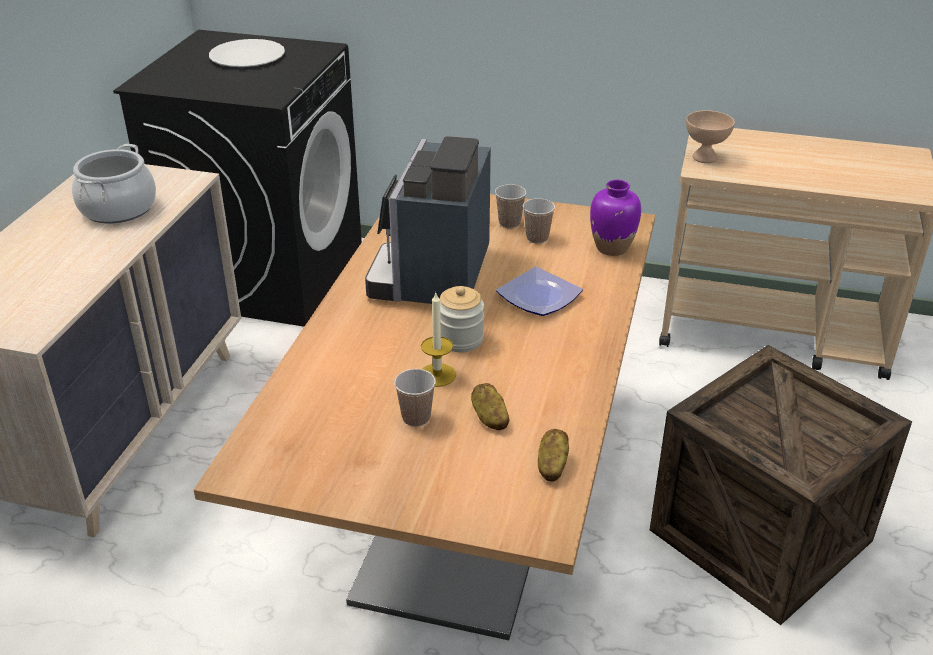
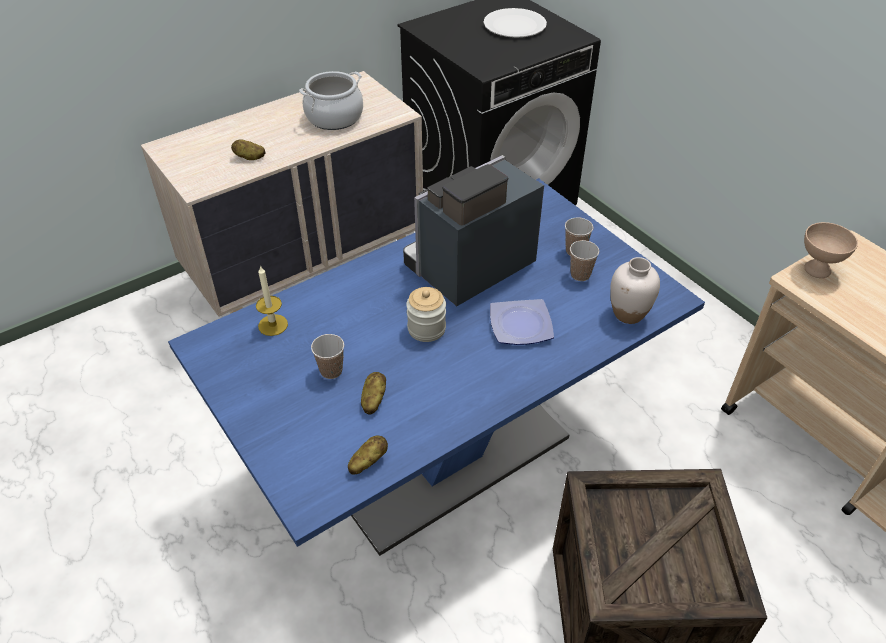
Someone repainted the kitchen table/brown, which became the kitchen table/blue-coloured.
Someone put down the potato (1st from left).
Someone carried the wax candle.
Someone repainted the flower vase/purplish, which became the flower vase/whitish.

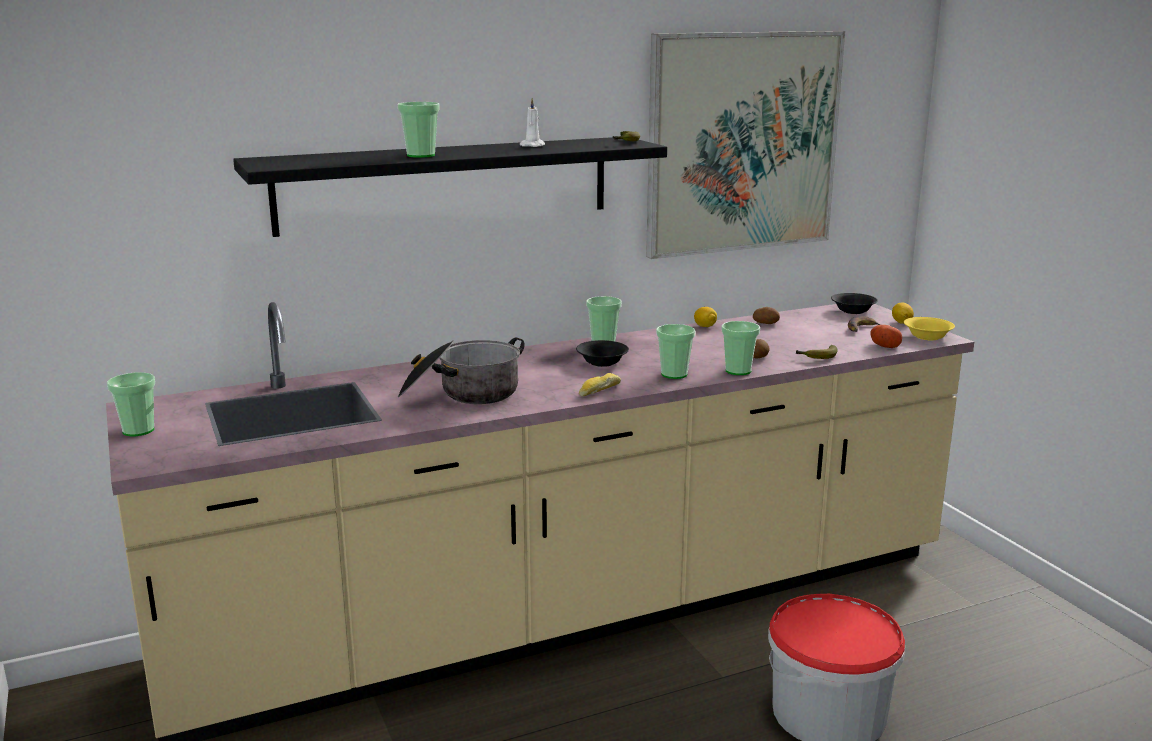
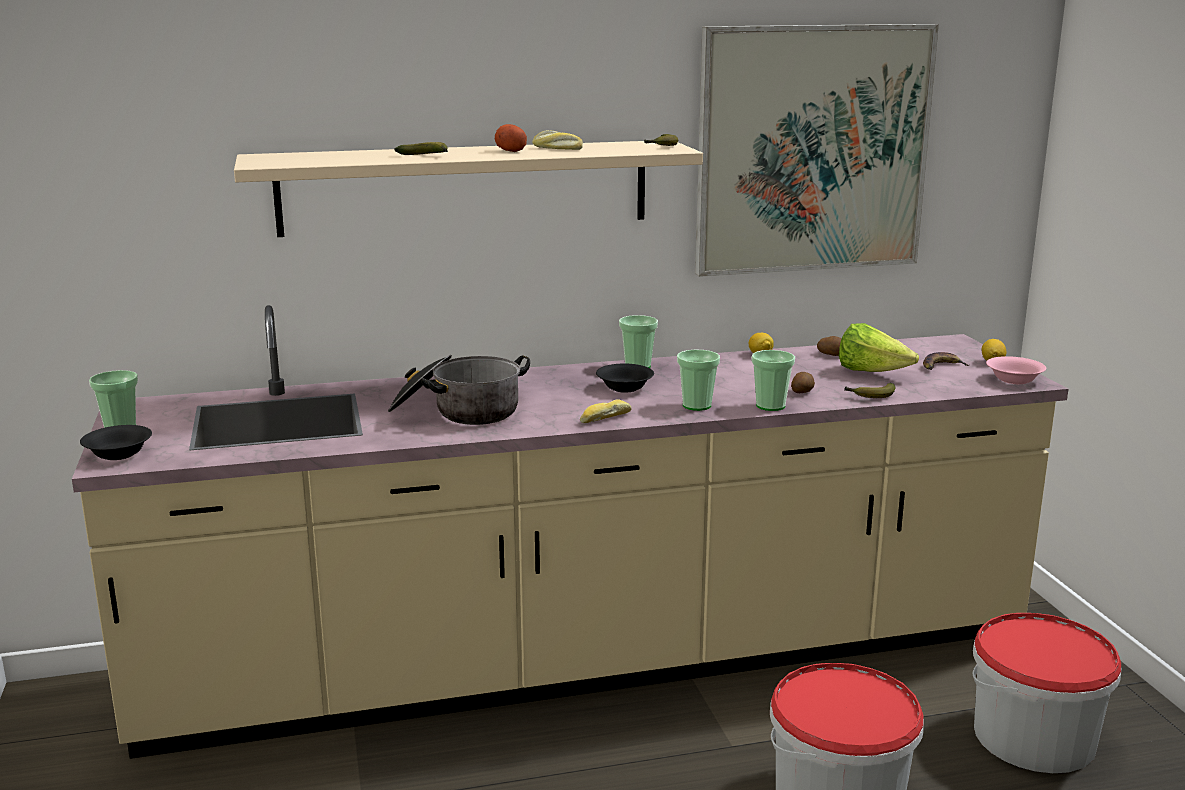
Someone carried the serving bowl/blackish (2nd from left in the first image).
Someone repainted the wall shelf/blackish, which became the wall shelf/beige-coloured.
Someone swapped the small cup (2nd from left) for the banana fruit (1st from left).
Someone carried the potato (3rd from left in the first image).
Someone swapped the wax candle/whitish for the baked bread (1st from left).
Someone put down the lettuce head.
Someone put down the bucket (2nd from left).
Someone repainted the serving bowl/yellow, which became the serving bowl/pink-coloured.

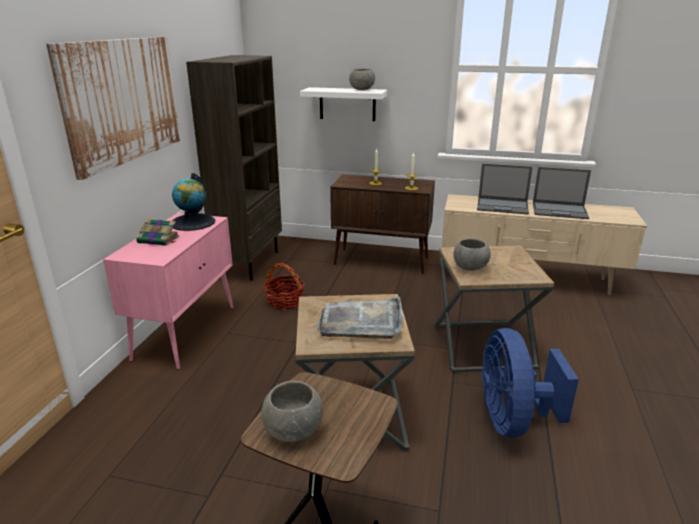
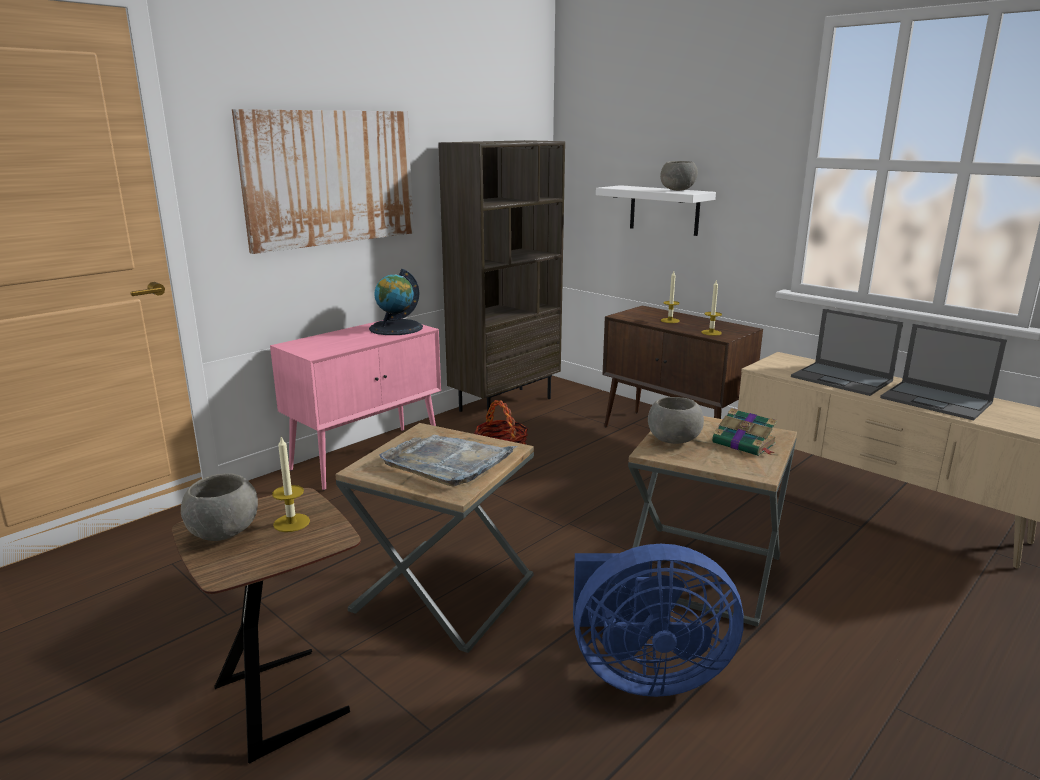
Someone put down the wax candle (1st from left).
Someone rotated the cooling fan/blue-coloured by 120 degrees counterclockwise.
Someone carried the volume.

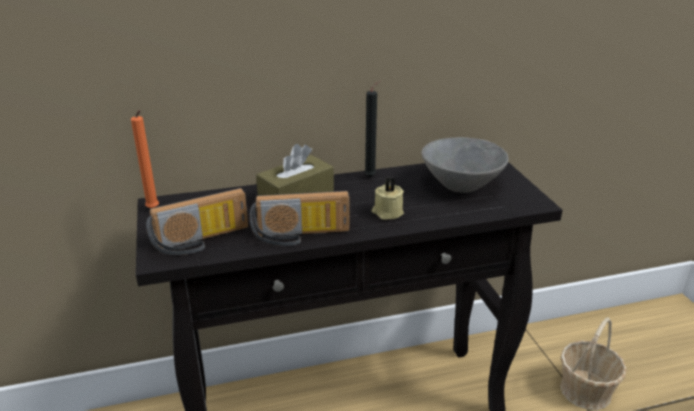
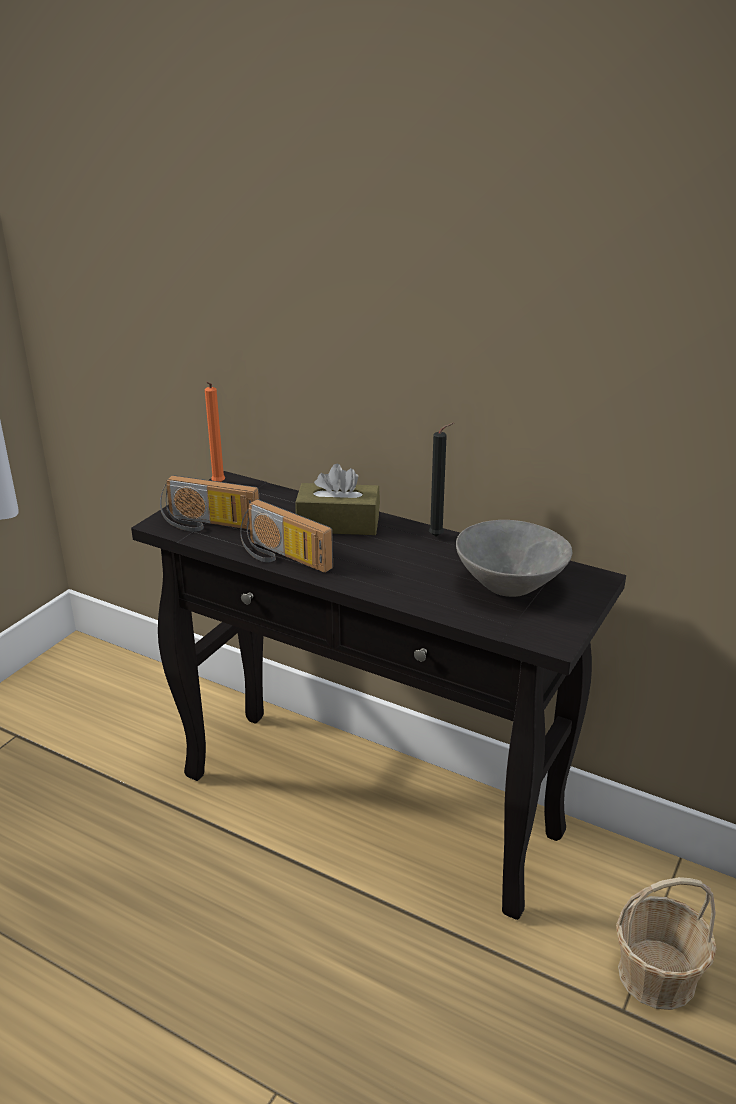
Someone took away the wax candle/beige-coloured.

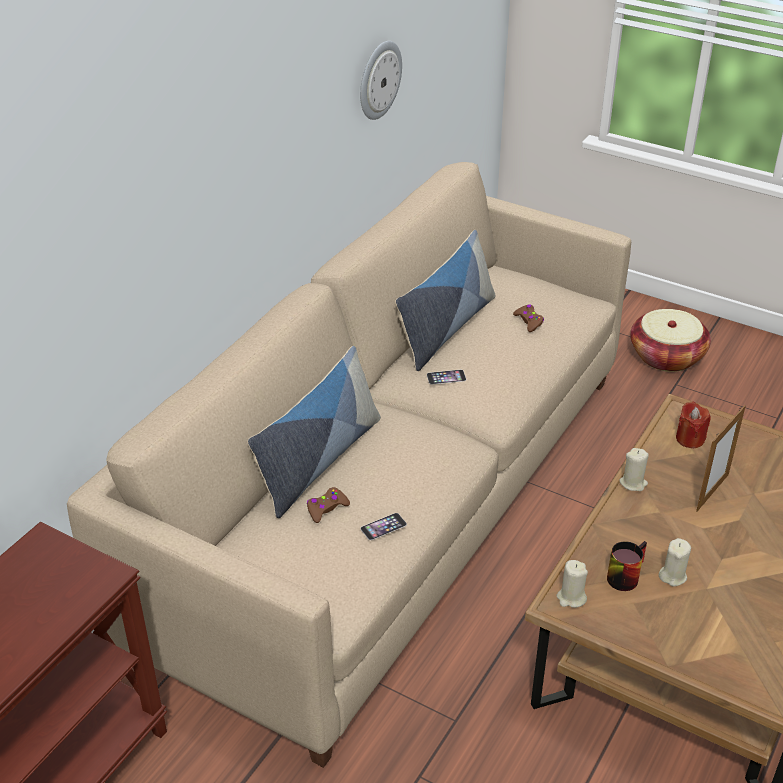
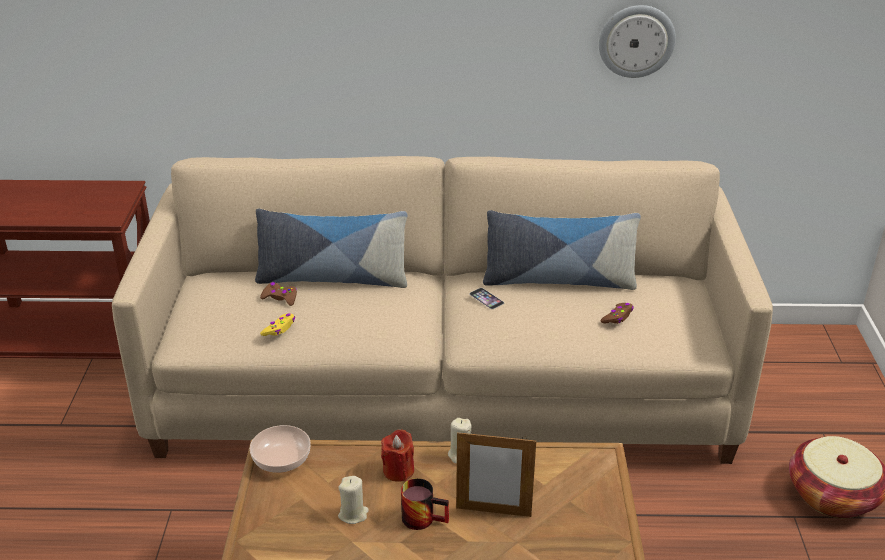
Someone swapped the wax candle/beige-coloured (1st from left) for the serving bowl.
Someone swapped the handset (1st from left) for the game controller/yellow.
Someone carried the wax candle/reddish.
Someone carried the tea mug.

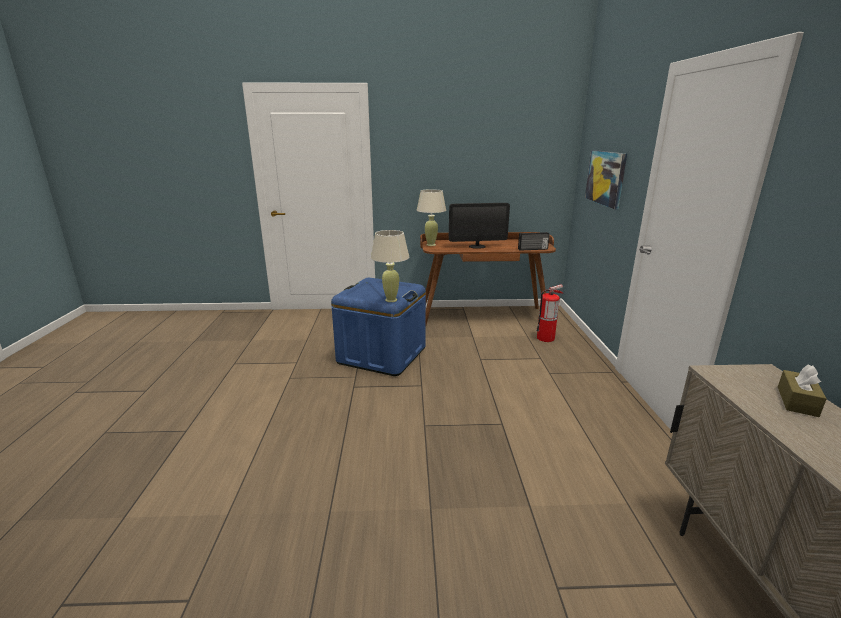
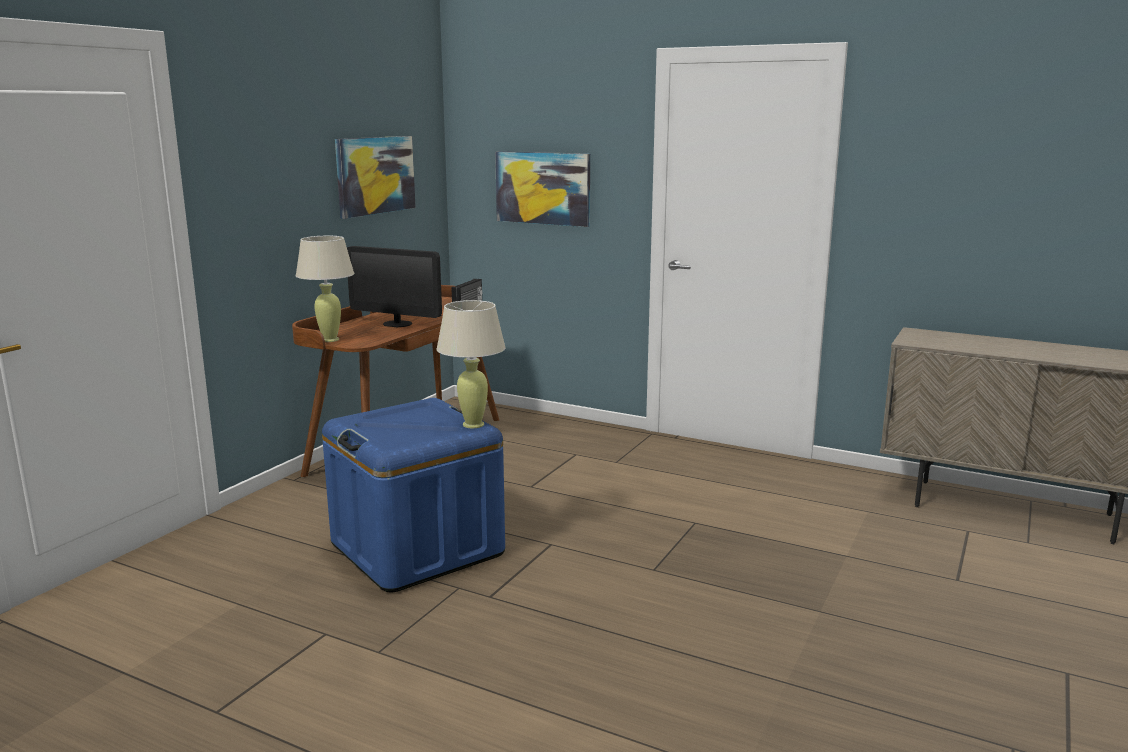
Someone put up the wall art (1st from left).
Someone rotated the monitor by 90 degrees clockwise.
Someone took away the fire extinguisher.
Someone took away the box of tissues/brown.

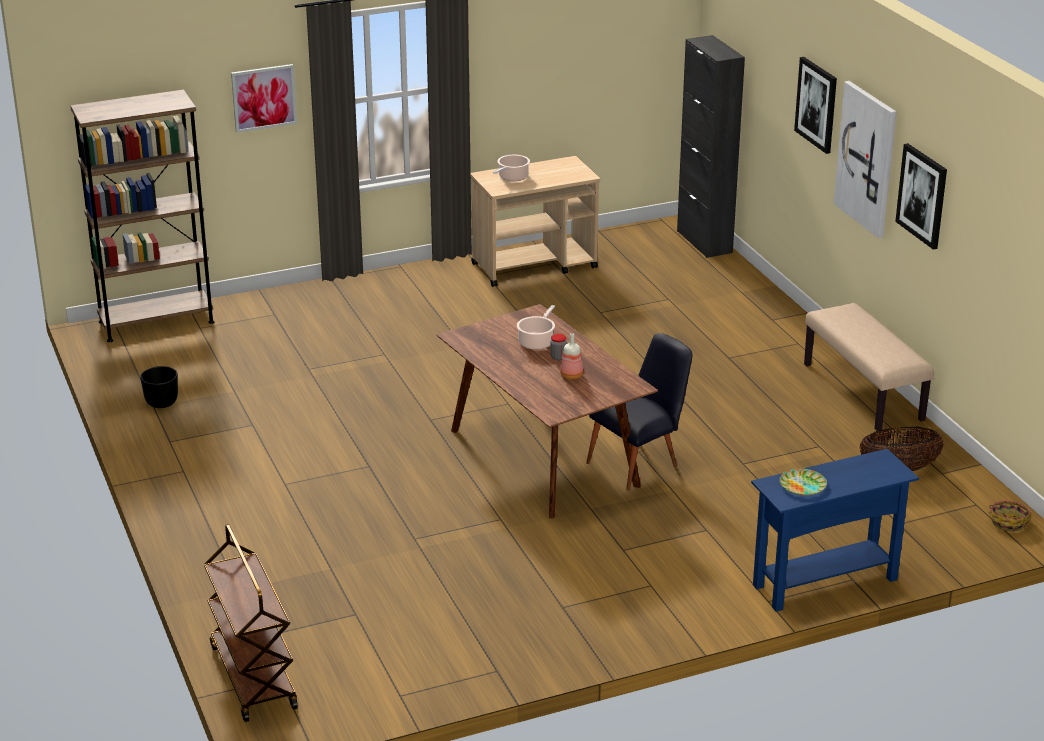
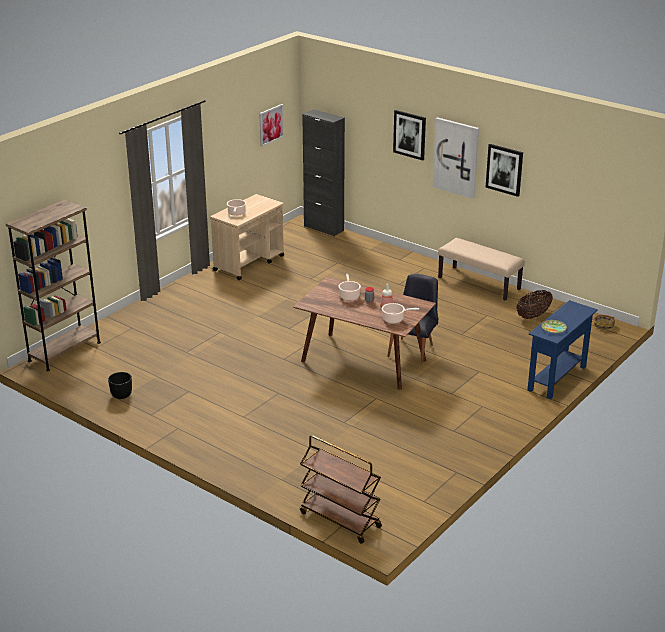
Someone carried the wall art (1st from left).
Someone put down the stockpot (3rd from left).

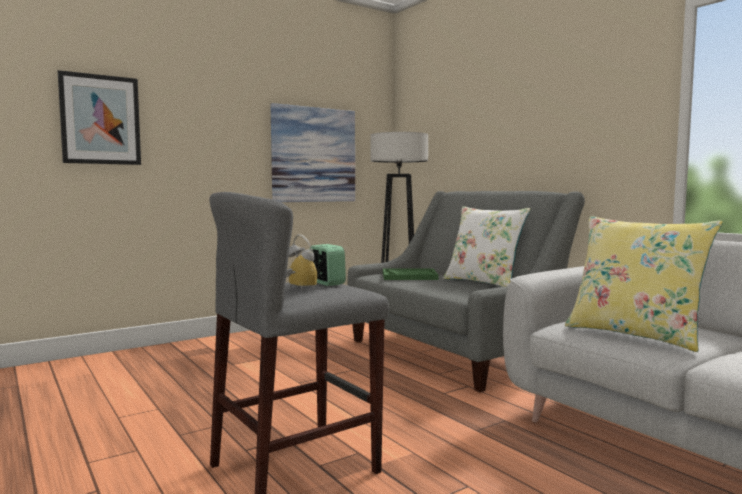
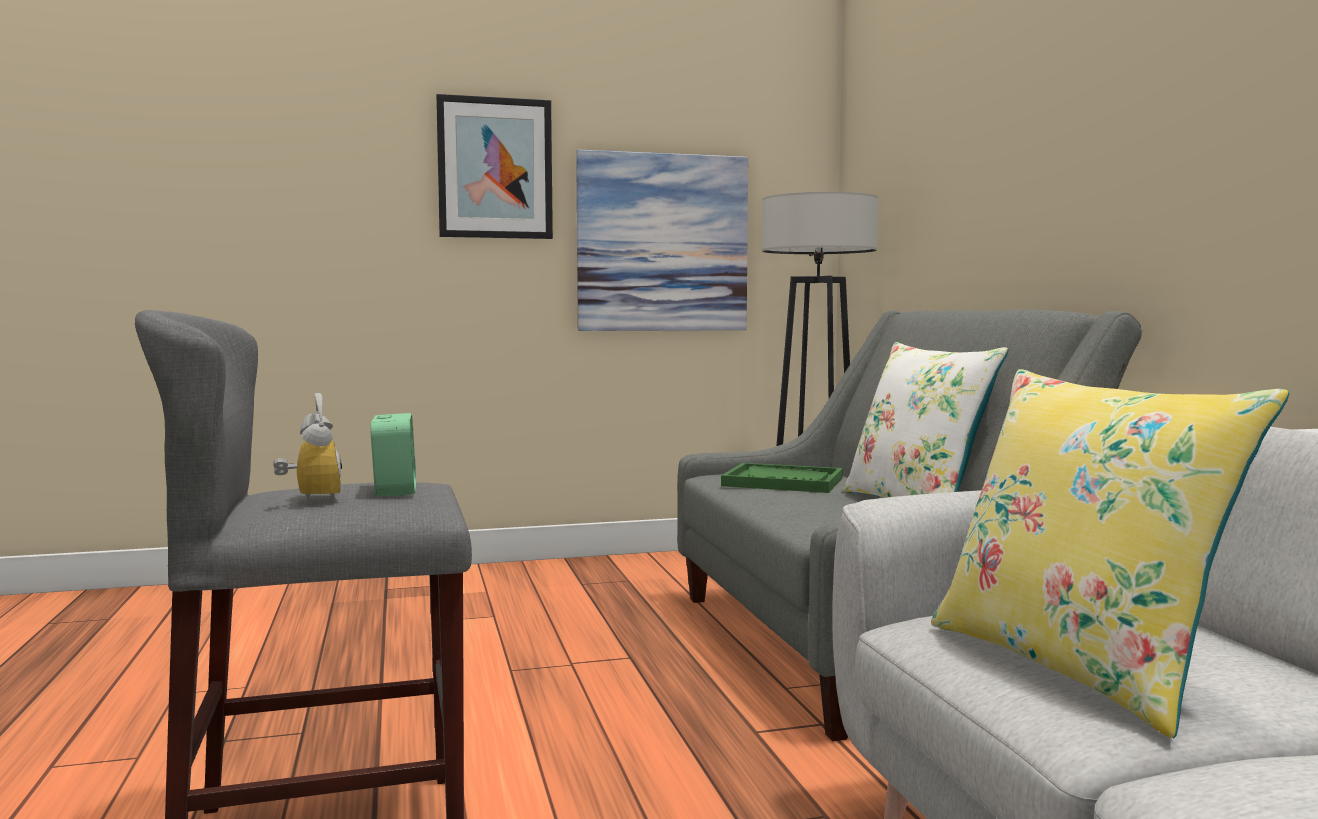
Someone carried the wall art (1st from left).

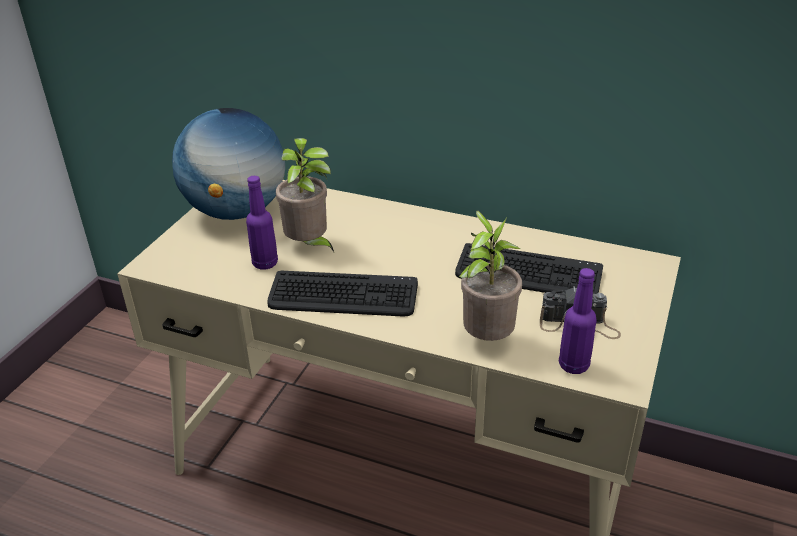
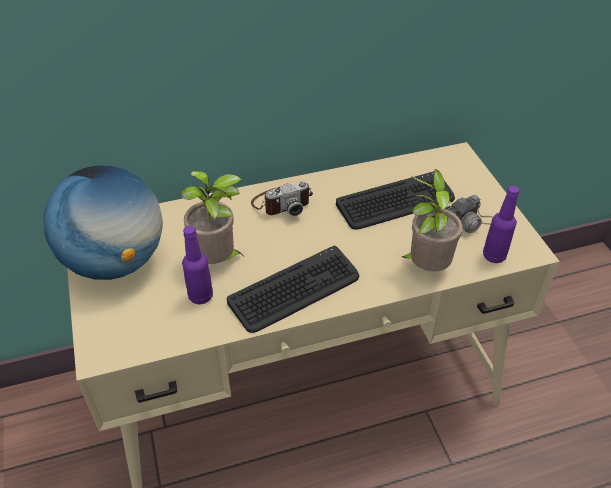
Someone put down the photo camera (1st from left).

